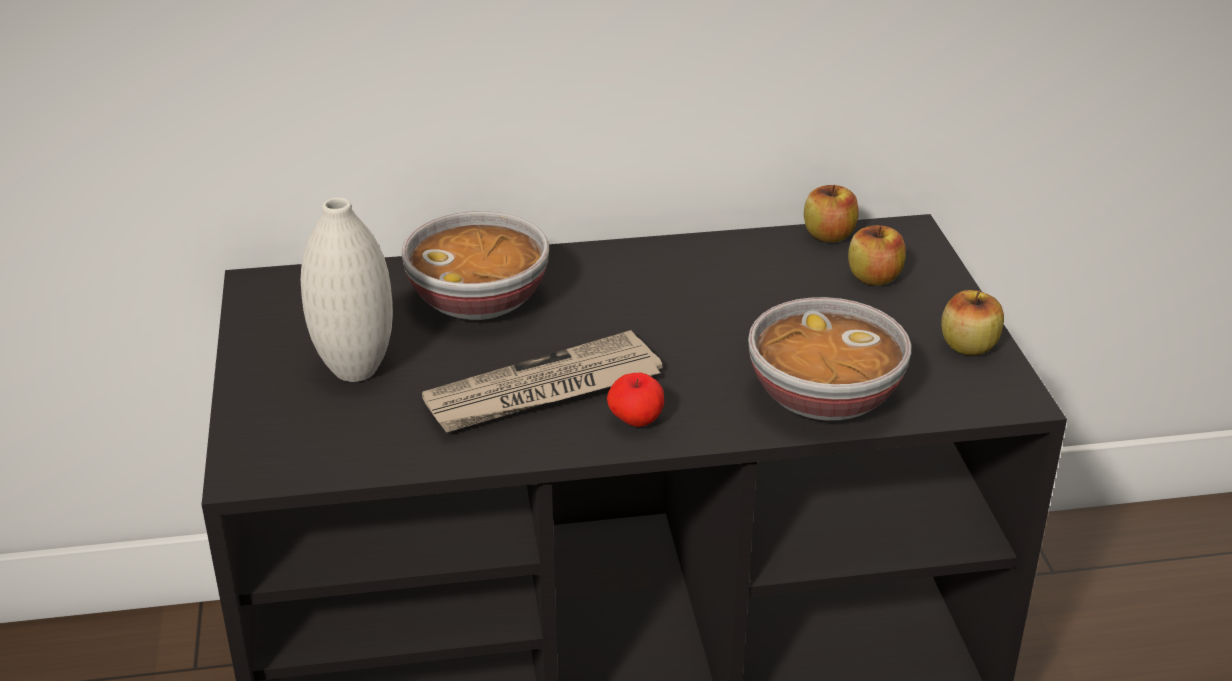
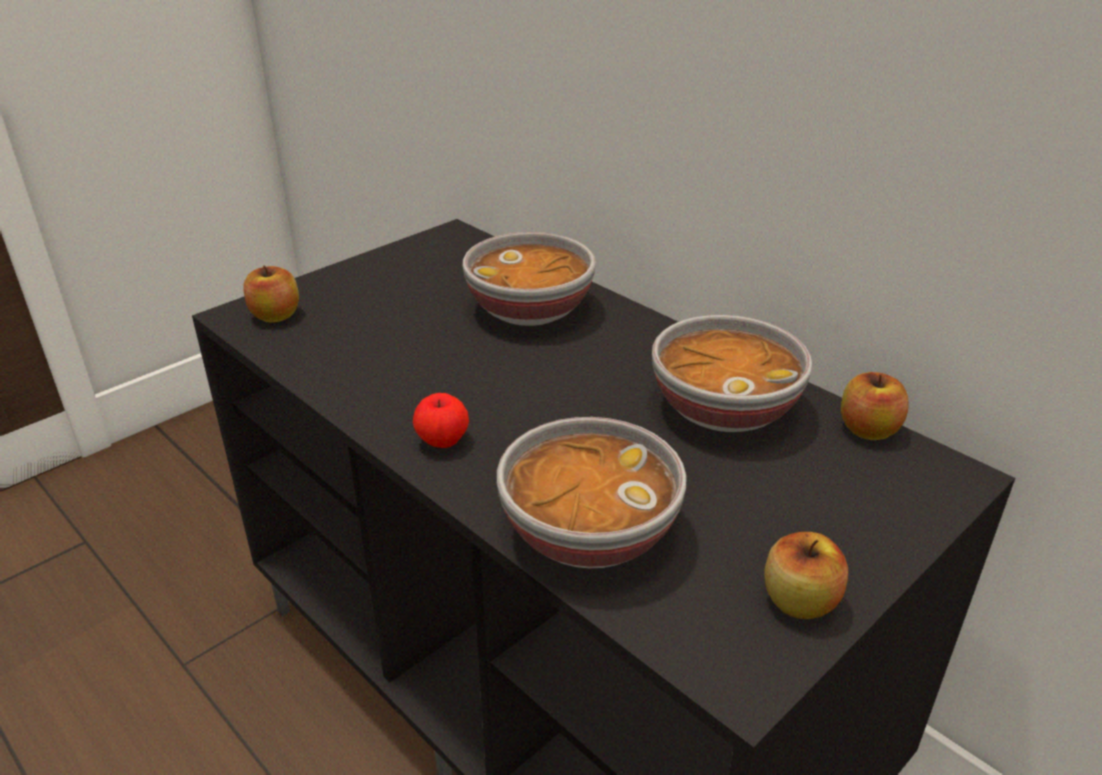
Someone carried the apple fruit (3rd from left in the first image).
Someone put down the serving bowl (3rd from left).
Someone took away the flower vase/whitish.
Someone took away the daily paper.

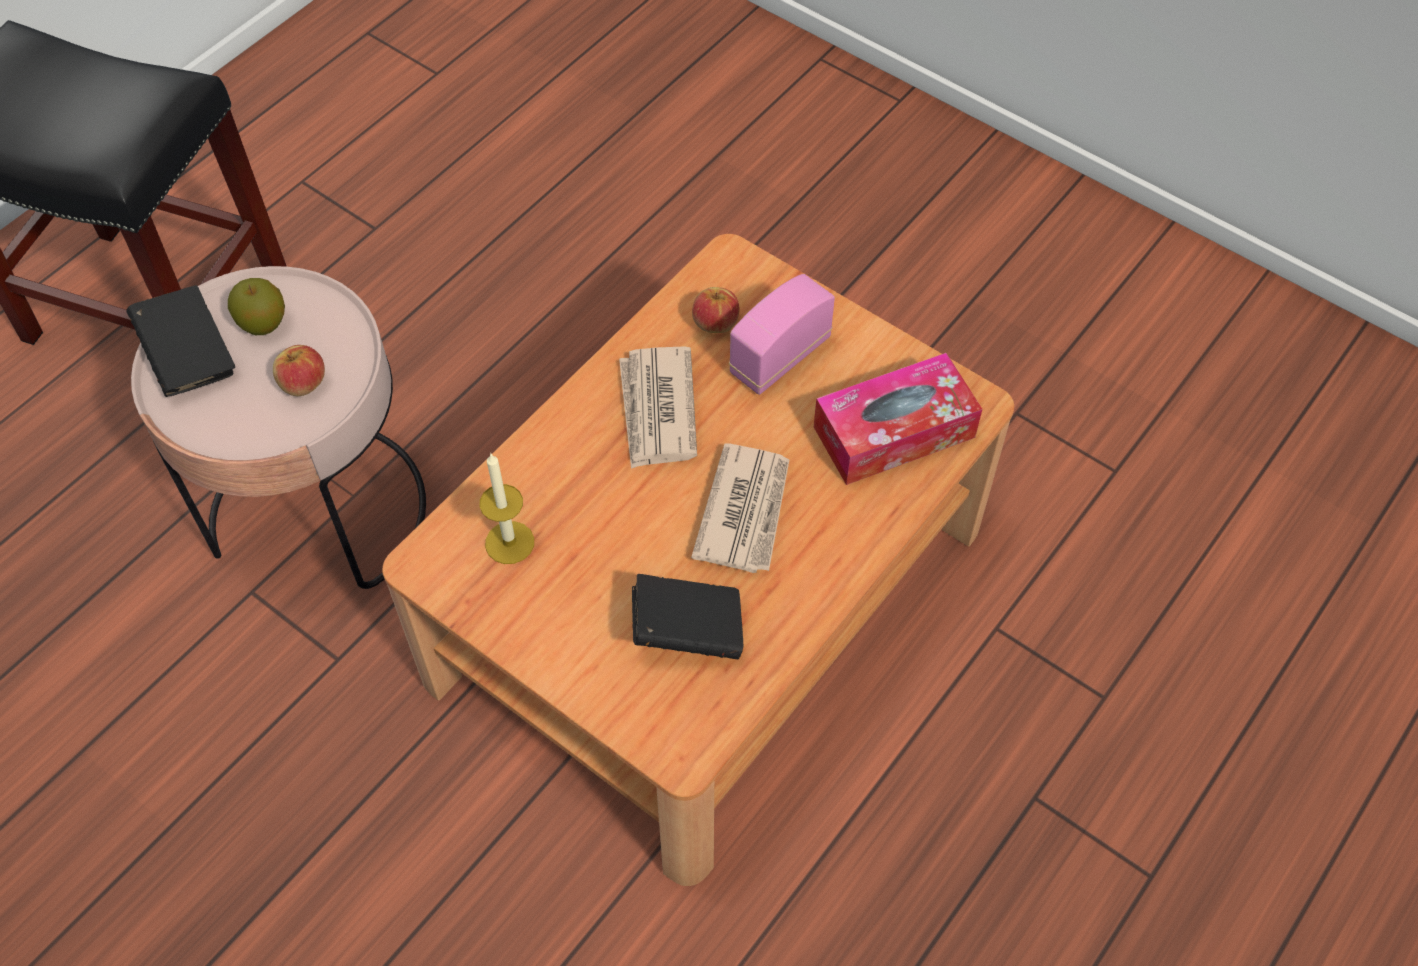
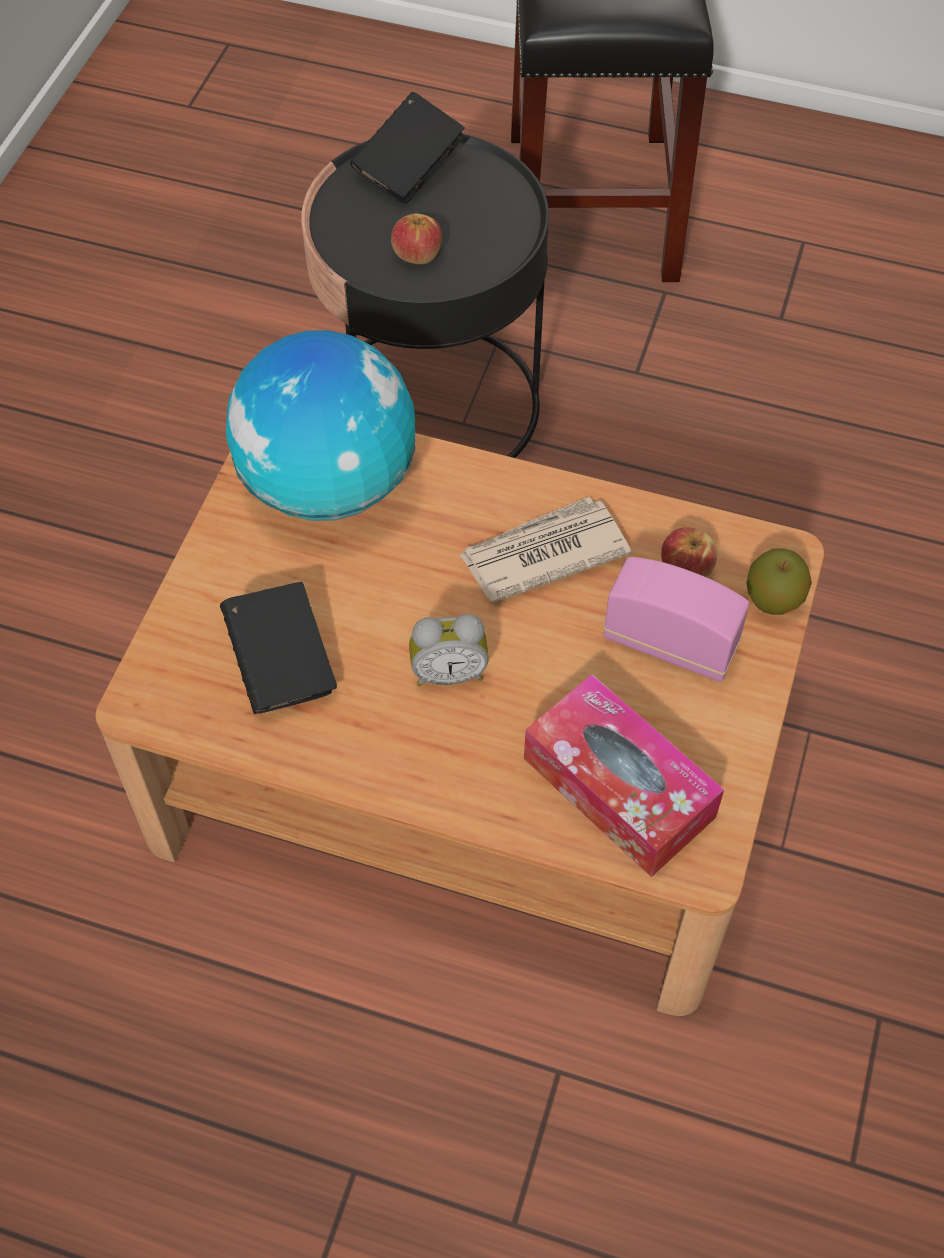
Someone swapped the wax candle for the globe.
Someone repainted the side table/pink-coloured, which became the side table/blackish.
Someone swapped the daily paper (2nd from left) for the alarm clock.
Someone carried the apple fruit (1st from left in the first image).

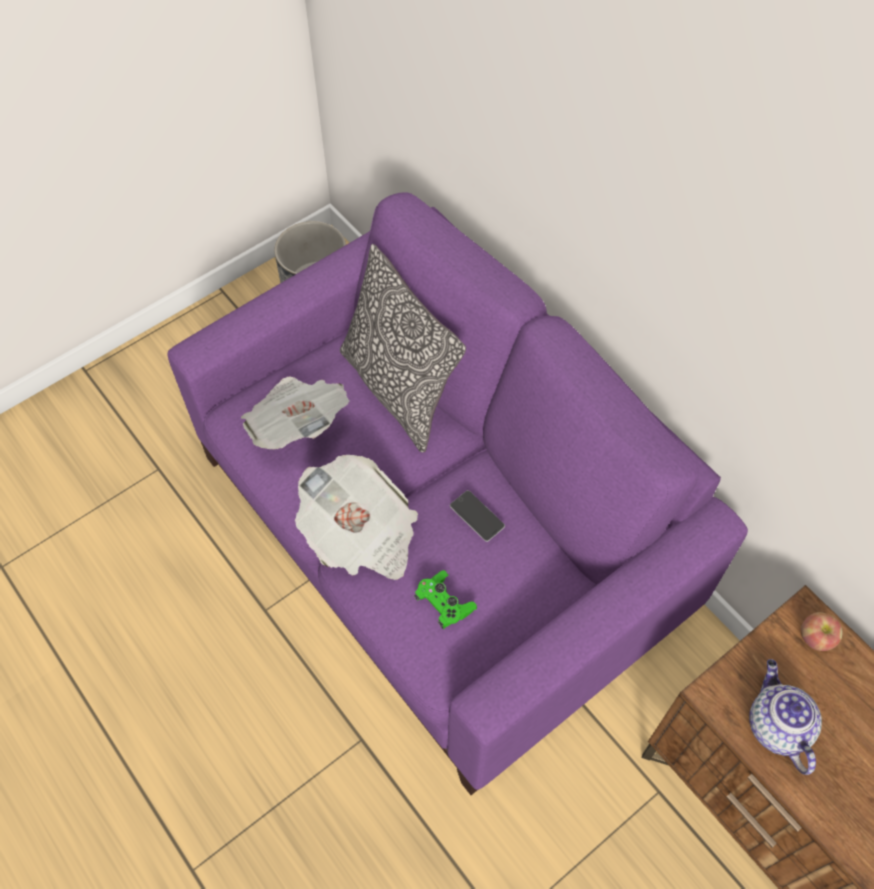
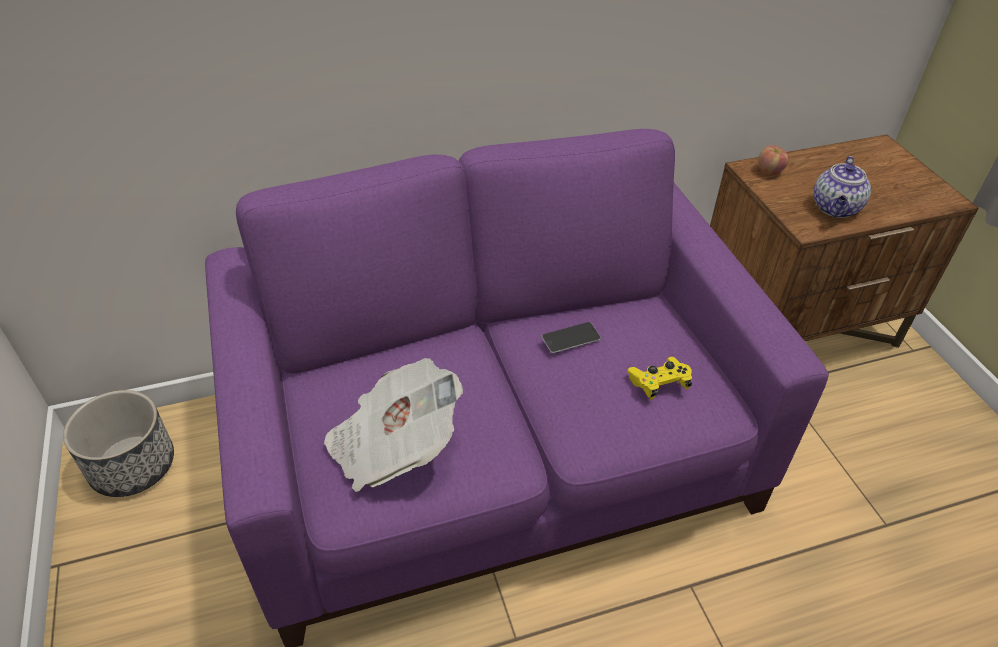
Someone repainted the game controller/greenish, which became the game controller/yellow.
Someone rotated the tea pot by 75 degrees counterclockwise.
Someone took away the daily paper (2nd from left).
Someone took away the throw pillow.

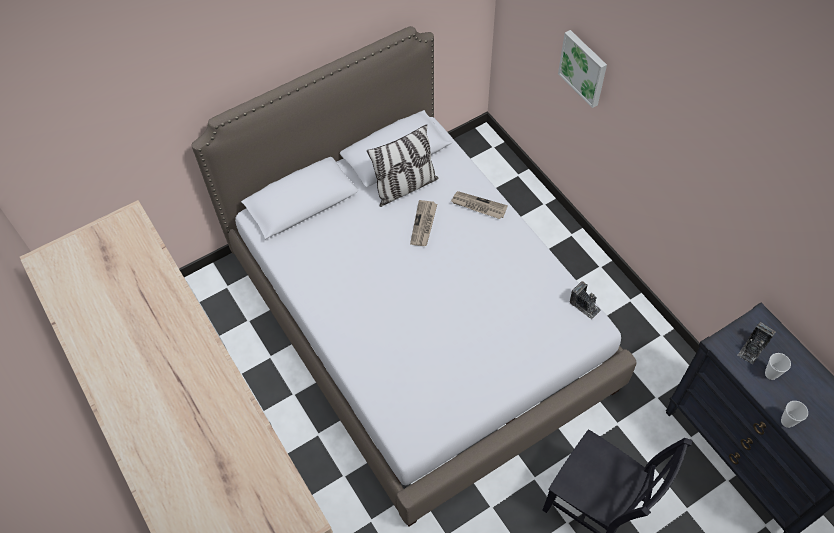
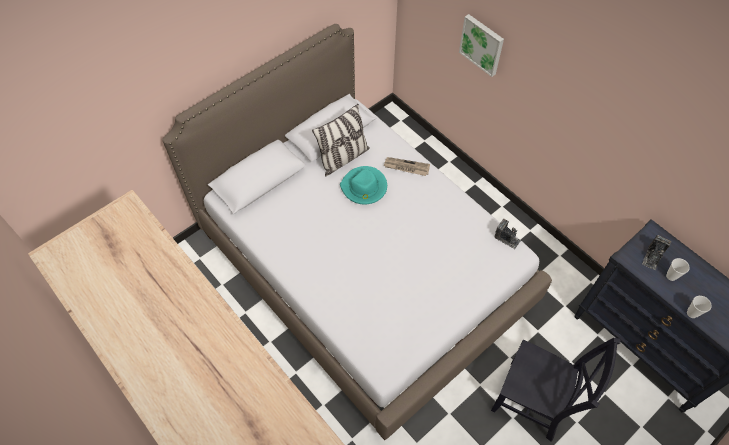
Someone swapped the daily paper (1st from left) for the clothing hat/blue-green.

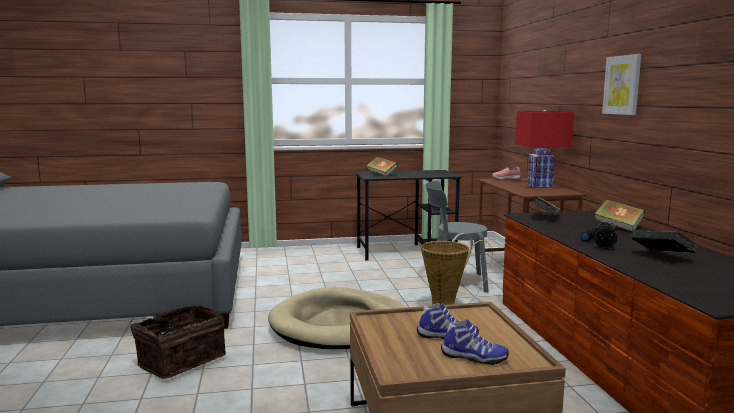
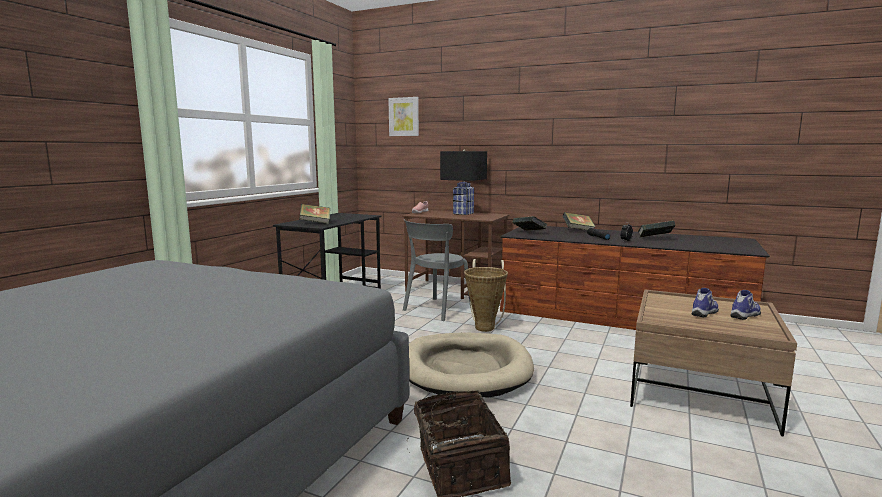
Someone carried the wall art.
Someone repainted the tabletop lamp/reddish, which became the tabletop lamp/blackish.

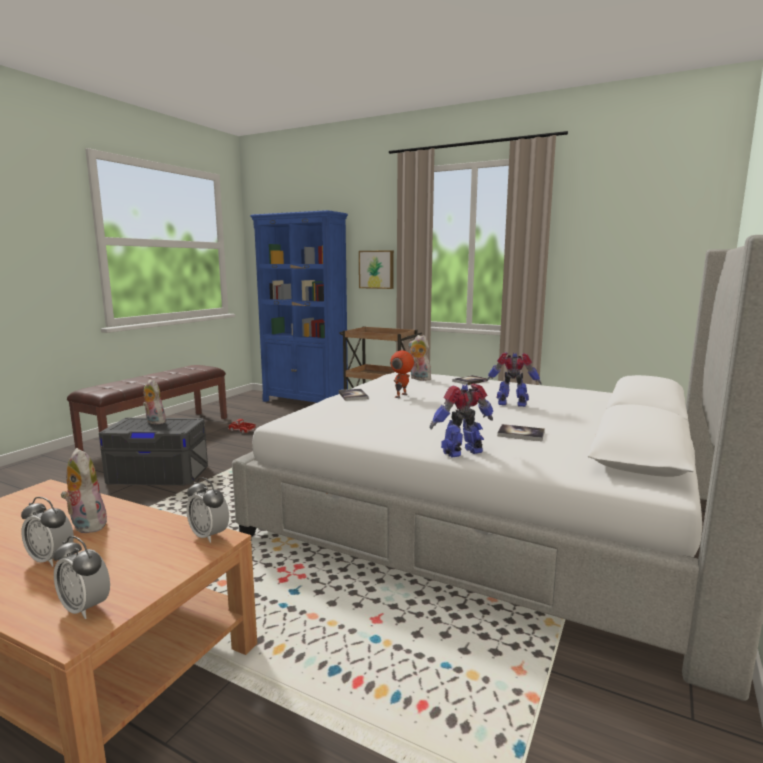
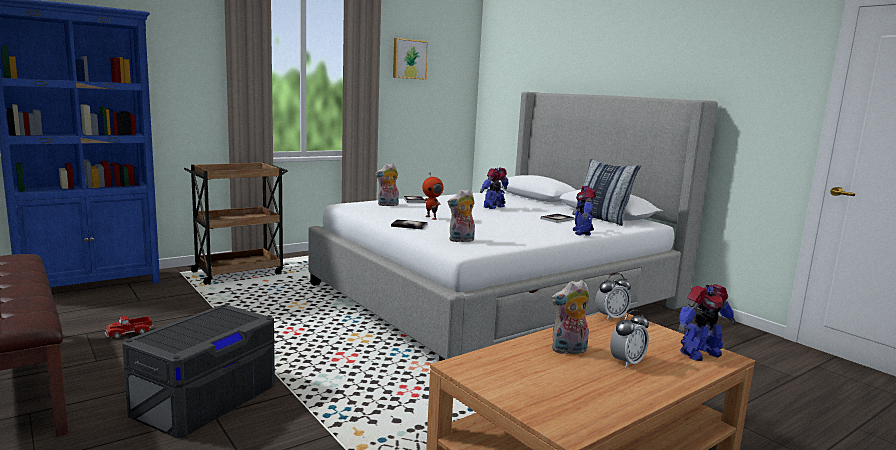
Someone carried the wall art.
Someone carried the soft toy (2nd from left).
Someone put down the throw pillow.
Someone swapped the alarm clock (2nd from left) for the model robot (4th from left).

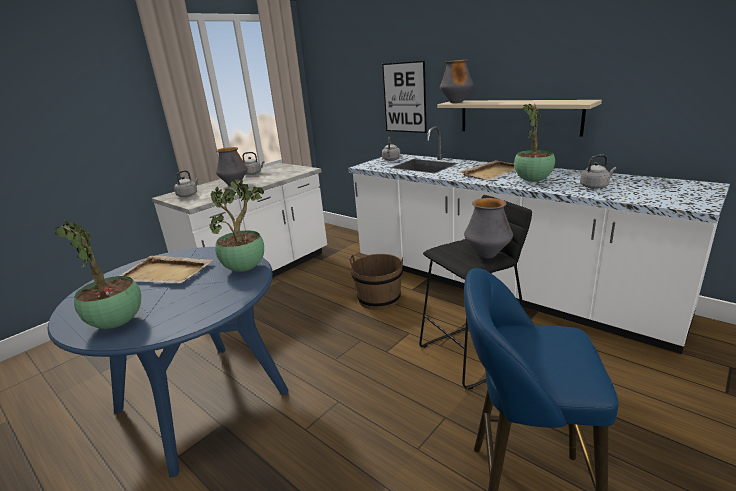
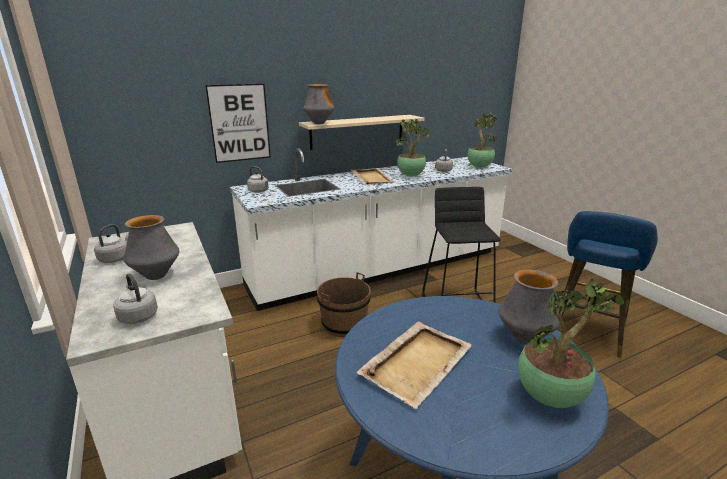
Someone carried the plant in a pot (2nd from left).
Someone carried the flower vase (3rd from left).

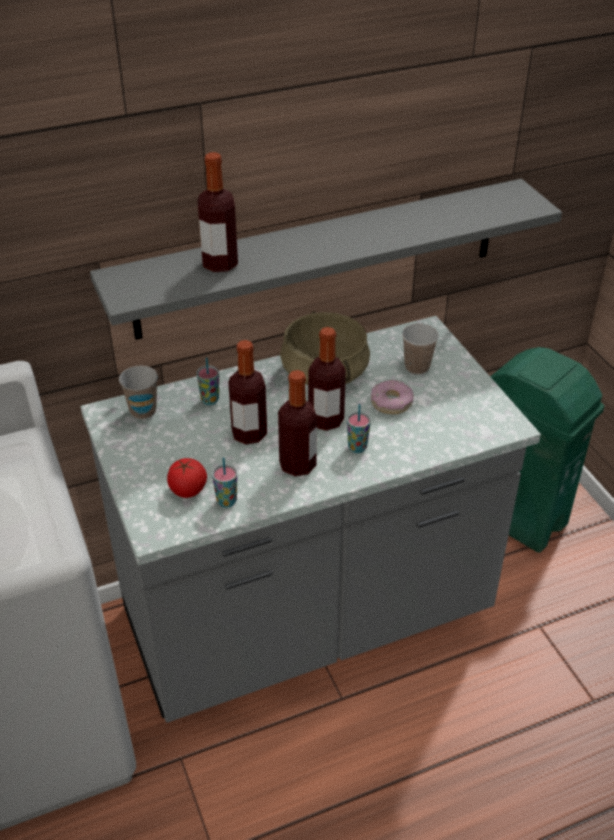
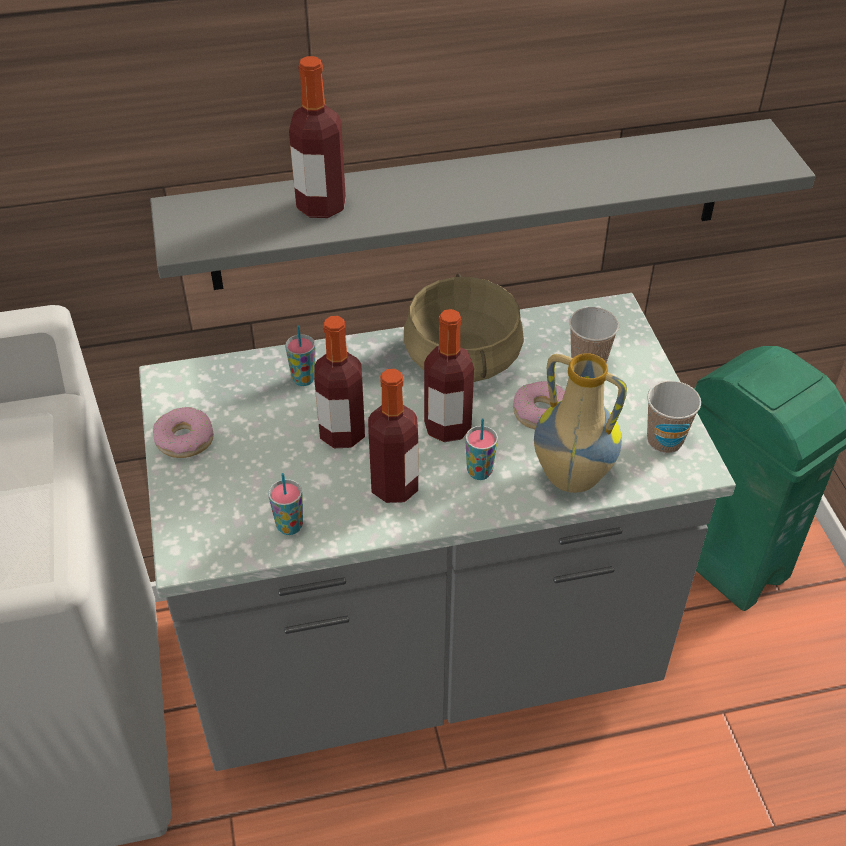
Someone put down the ring doughnut (1st from left).
Someone put down the flower vase.
Someone carried the small cup (1st from left in the first image).
Someone took away the tomato.

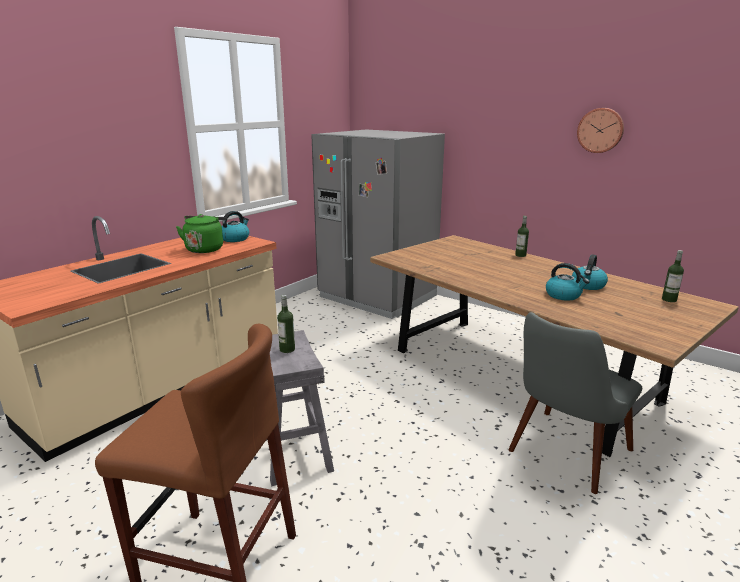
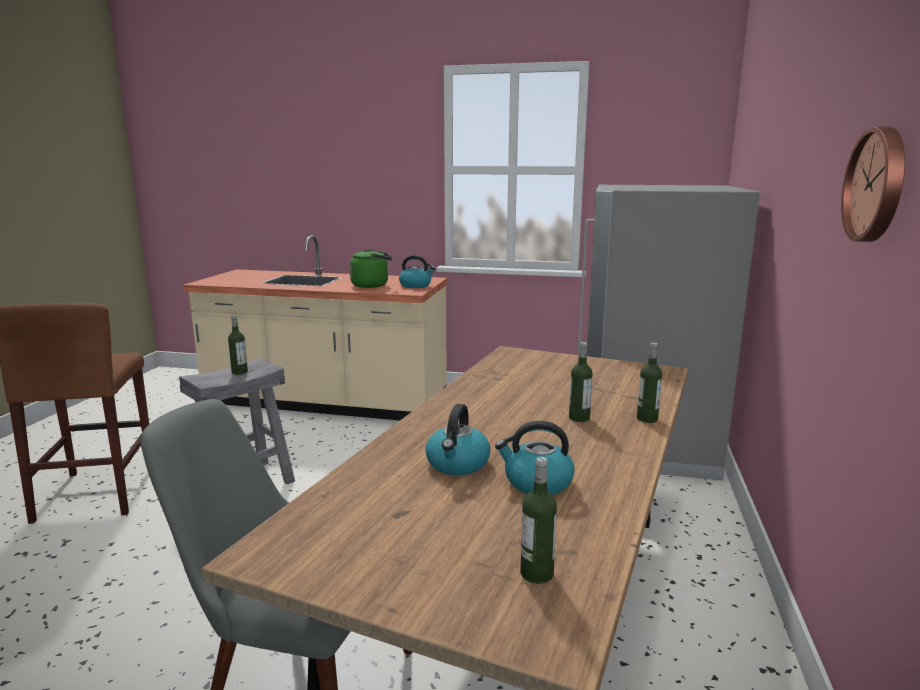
Someone put down the drink bottle (3rd from left).

